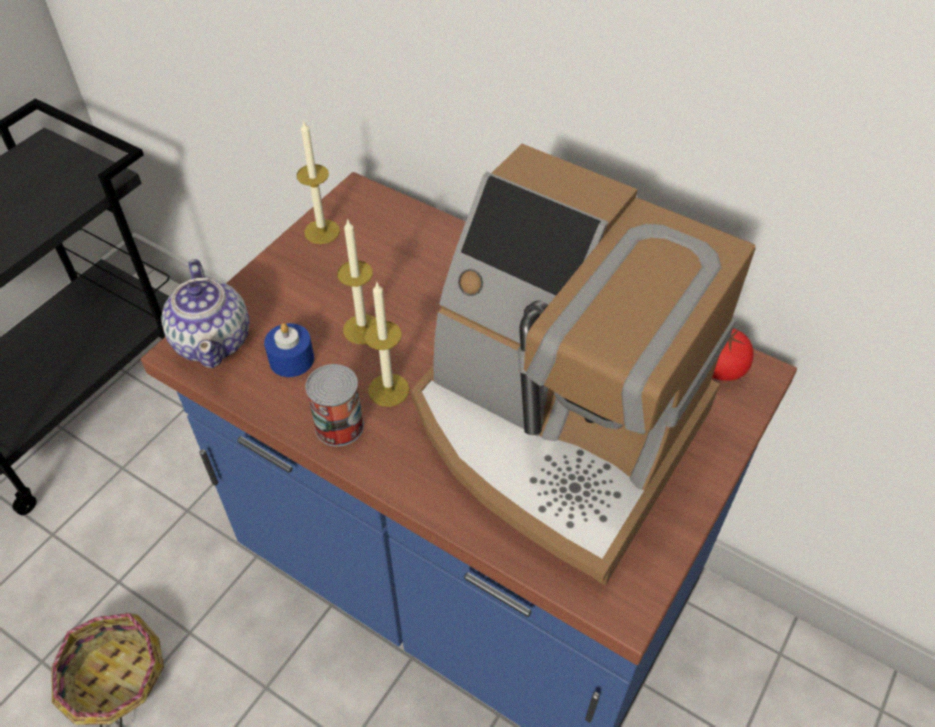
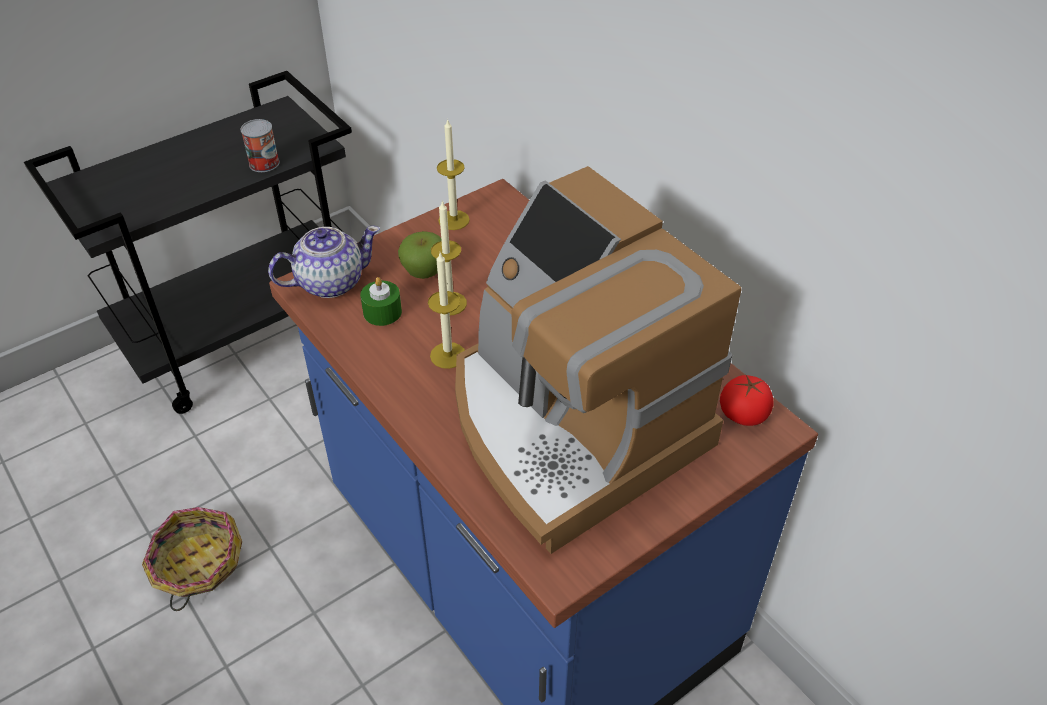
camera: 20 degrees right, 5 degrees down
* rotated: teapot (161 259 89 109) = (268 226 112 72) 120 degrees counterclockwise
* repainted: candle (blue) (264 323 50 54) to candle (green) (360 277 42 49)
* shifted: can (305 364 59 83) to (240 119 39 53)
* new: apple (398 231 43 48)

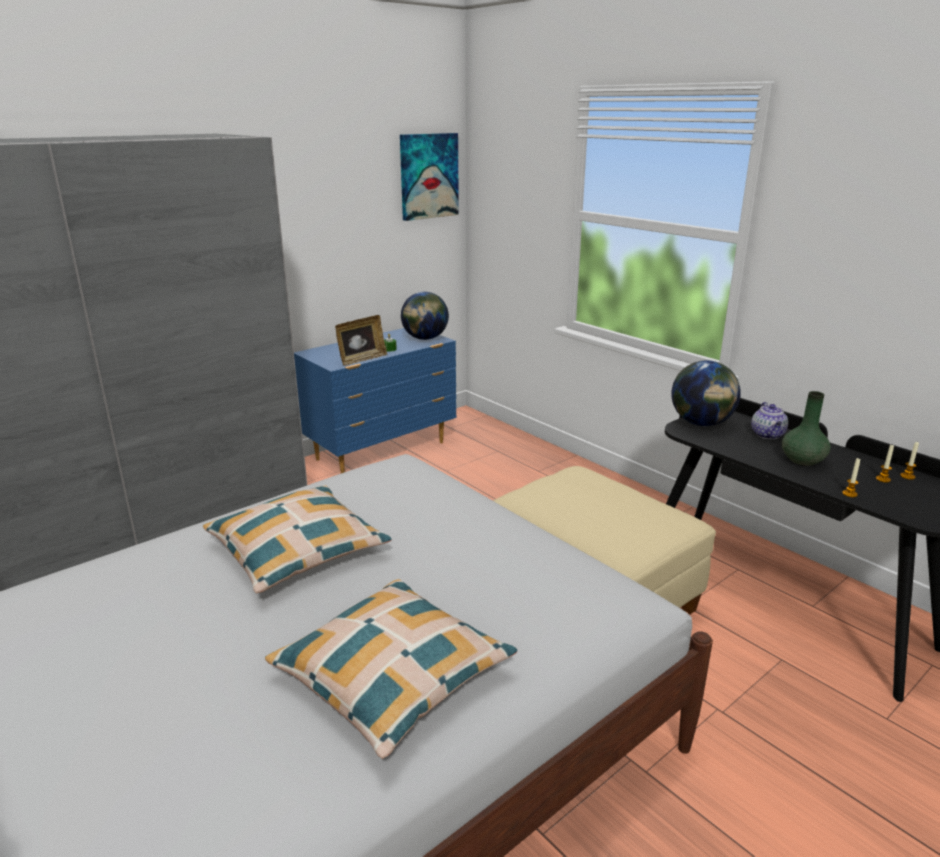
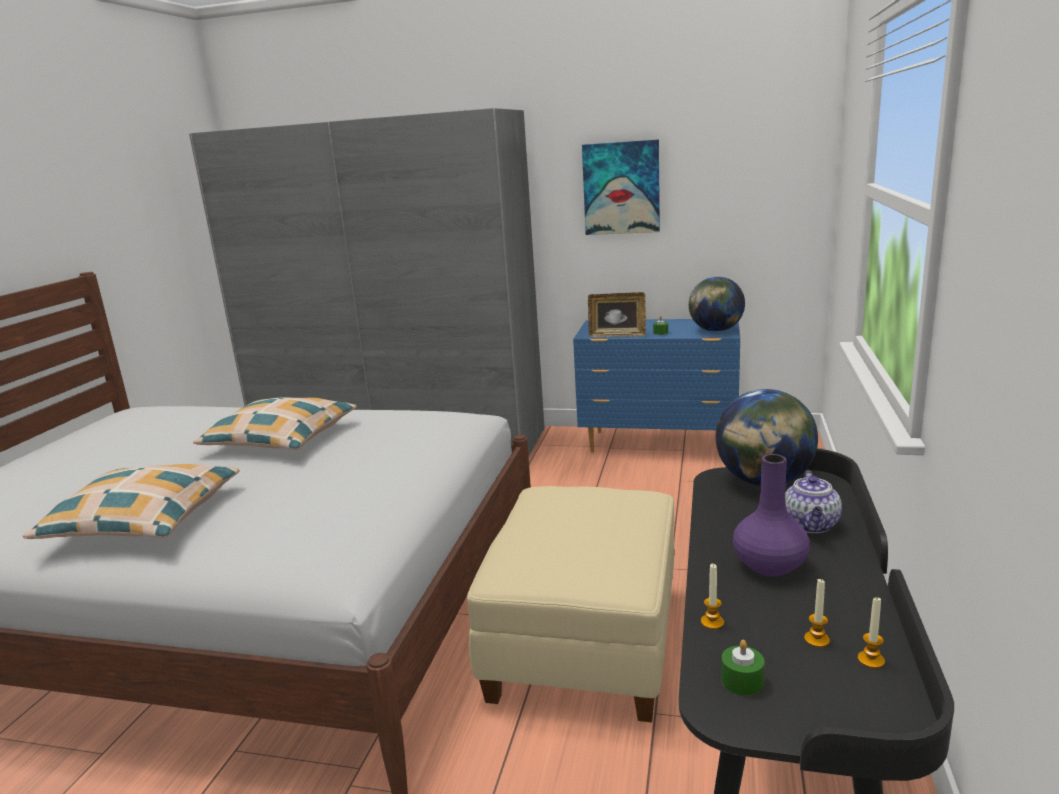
camera: 55 degrees right, 5 degrees down
* shifted: picture (400 133 59 88) to (582 139 78 96)
* rotated: teapot (751 402 37 37) = (785 471 57 62) 45 degrees counterclockwise
* repainted: vase (green) (782 391 49 75) to vase (purple) (733 454 77 123)
* new: candle (green) (721 640 43 56)

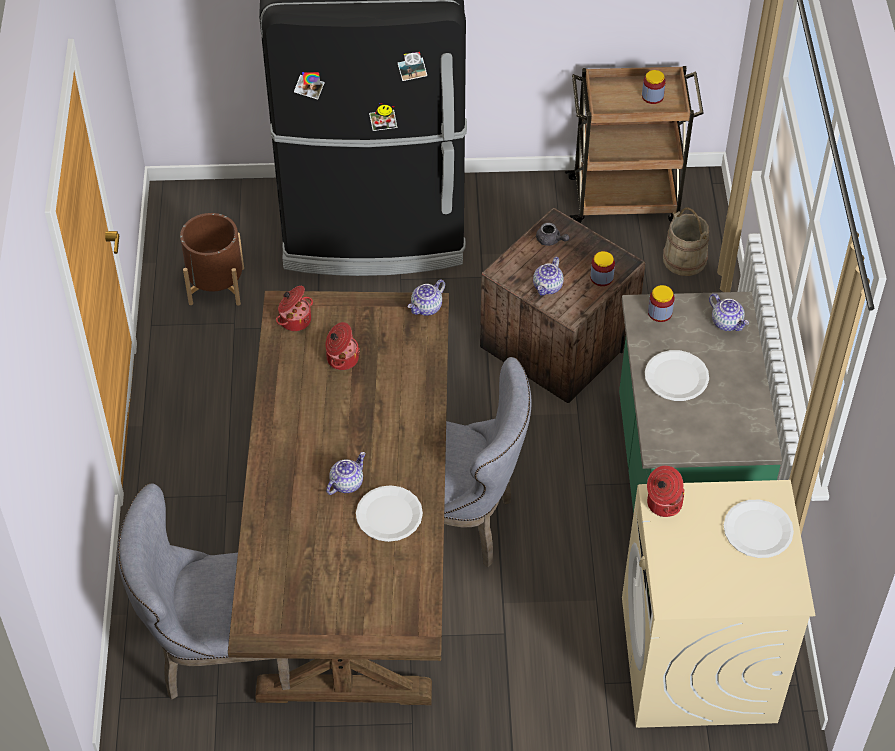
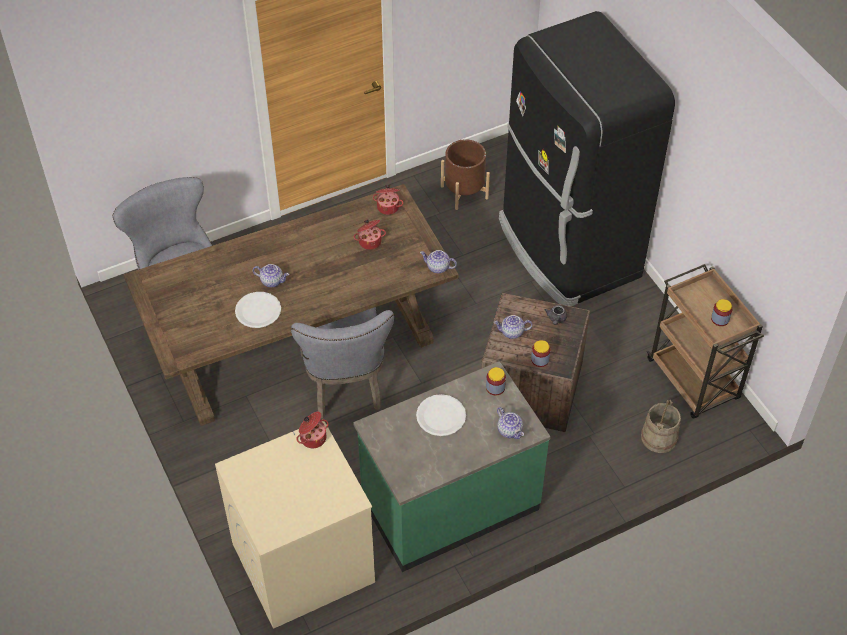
camera: 65 degrees right, 0 degrees up
* rotated: teapot (709 293 40 38) = (497 407 27 32) 60 degrees counterclockwise
* gone: plate (white) (724 500 70 58)

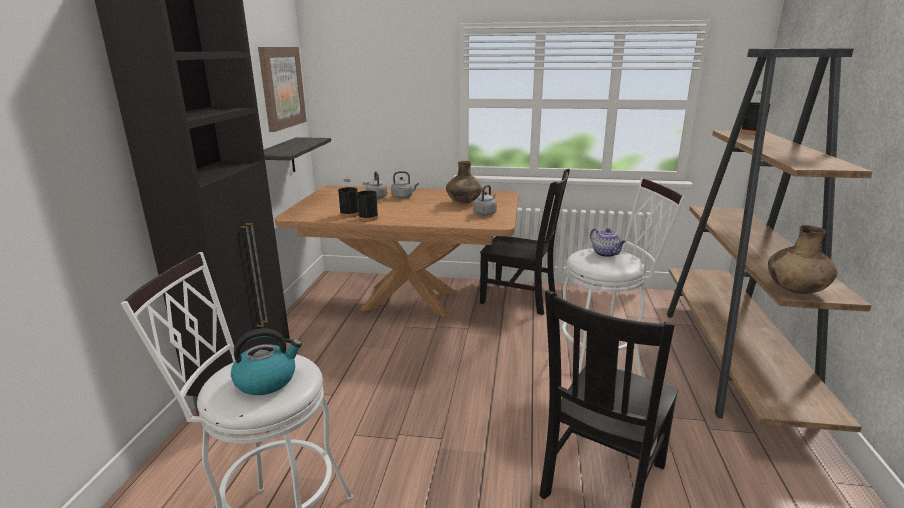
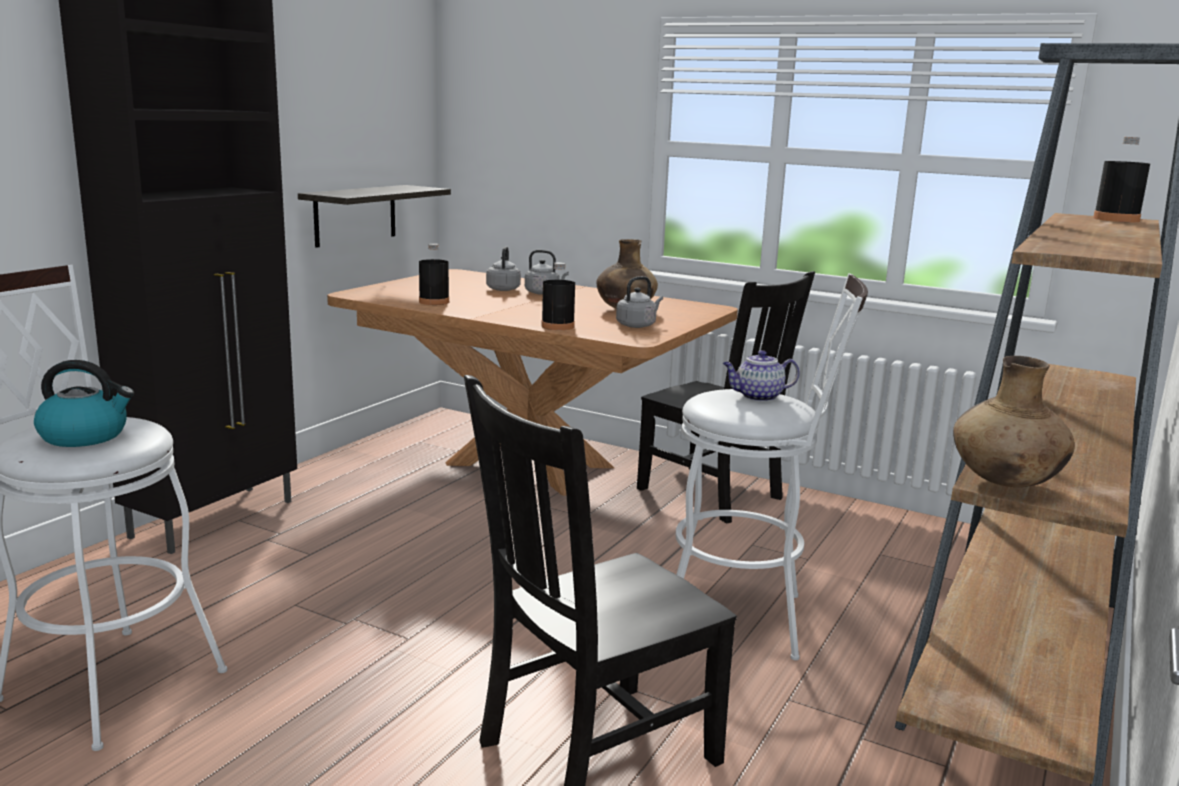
camera: 20 degrees right, 5 degrees down
* gone: picture (258 47 49 85)
* shifted: bottle (black) (357 181 21 41) to (541 262 34 68)
* rotated: teapot (590 228 36 29) = (723 350 77 52) 90 degrees clockwise

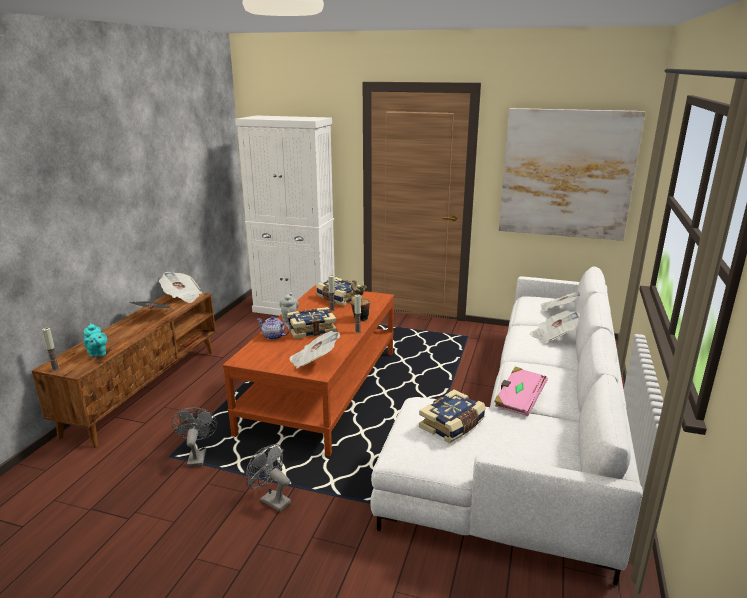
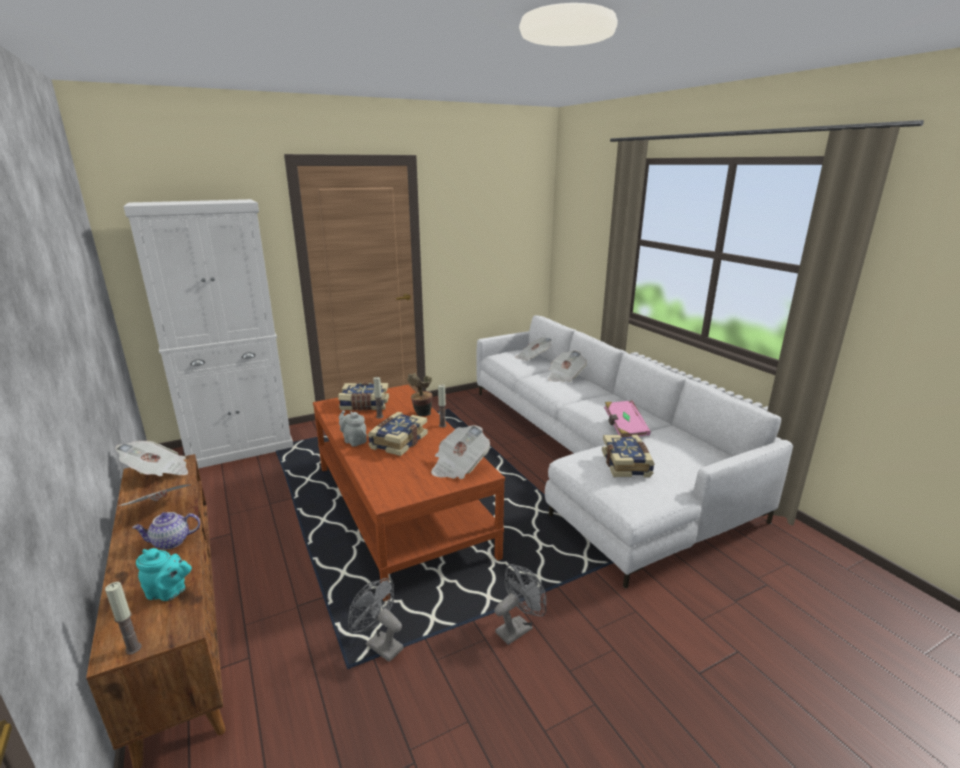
camera: 45 degrees left, 0 degrees up
* rotated: fan (grey) (246 444 45 68) = (494 564 52 81) 150 degrees clockwise
* shifted: teapot (257 316 32 24) to (132 512 68 37)
* gone: picture (499 108 146 133)

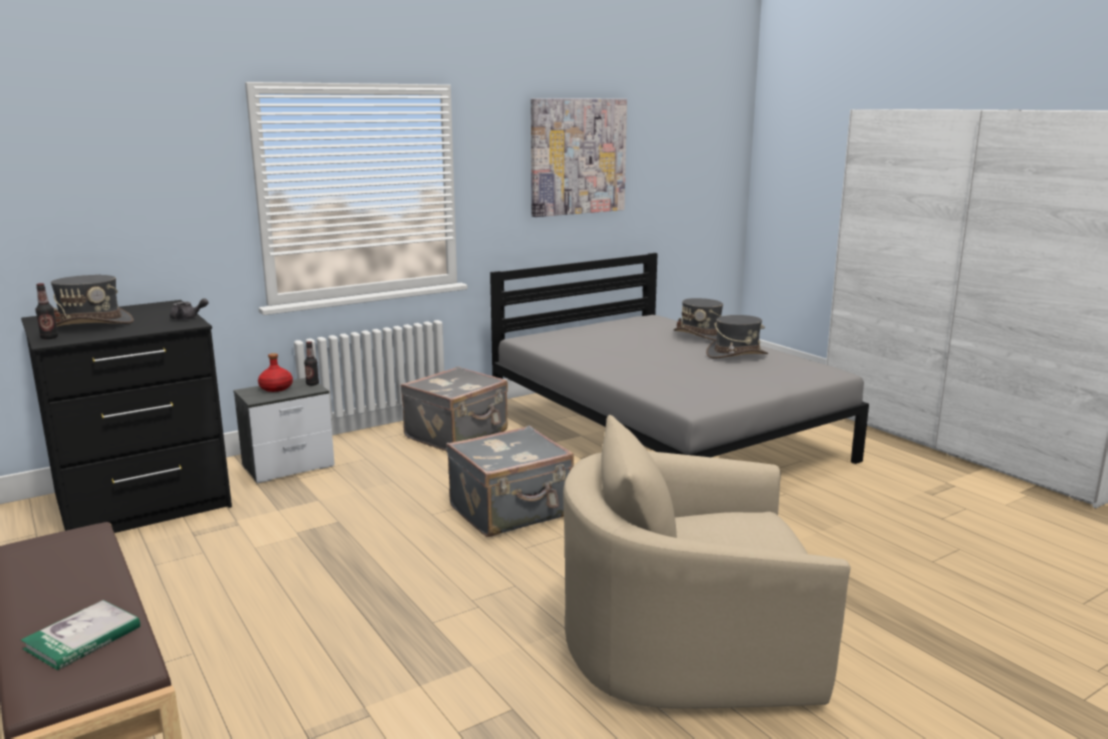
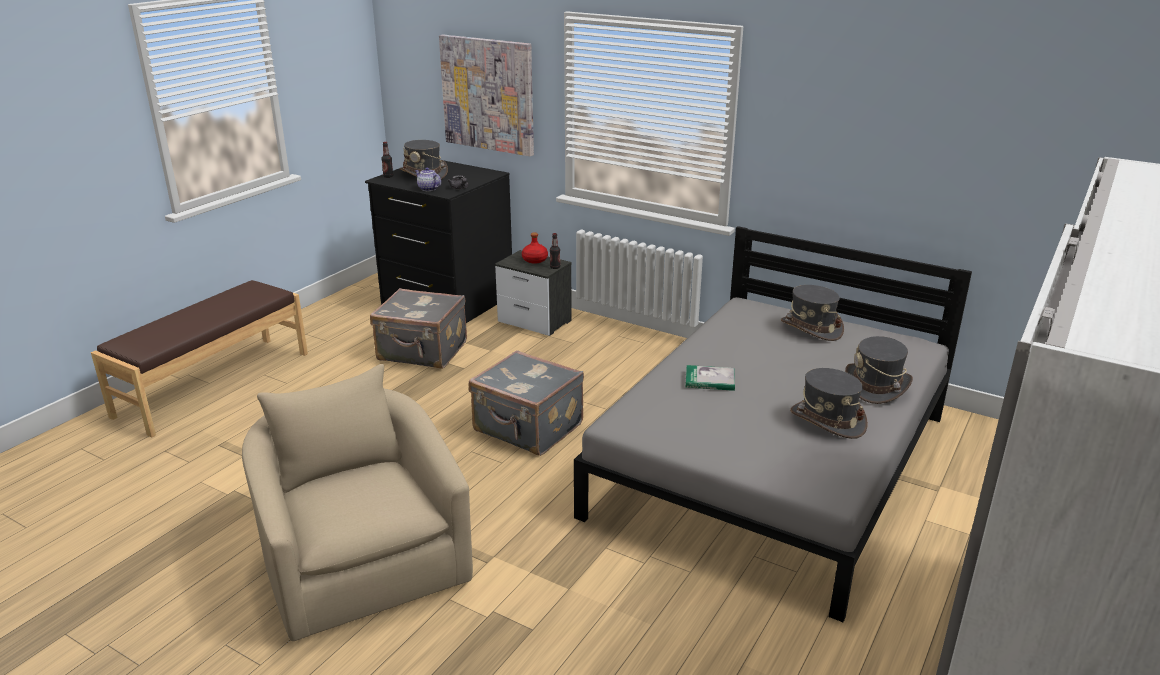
camera: 65 degrees right, 10 degrees up
* shifted: book (21 600 119 70) to (686 365 49 26)
* shifted: suitcase (grey) (400 366 108 85) to (370 288 97 80)
* shifted: picture (531 98 96 119) to (439 35 95 121)
* new: teapot (415 168 26 23)
* new: hat (grey) (781 285 63 56)

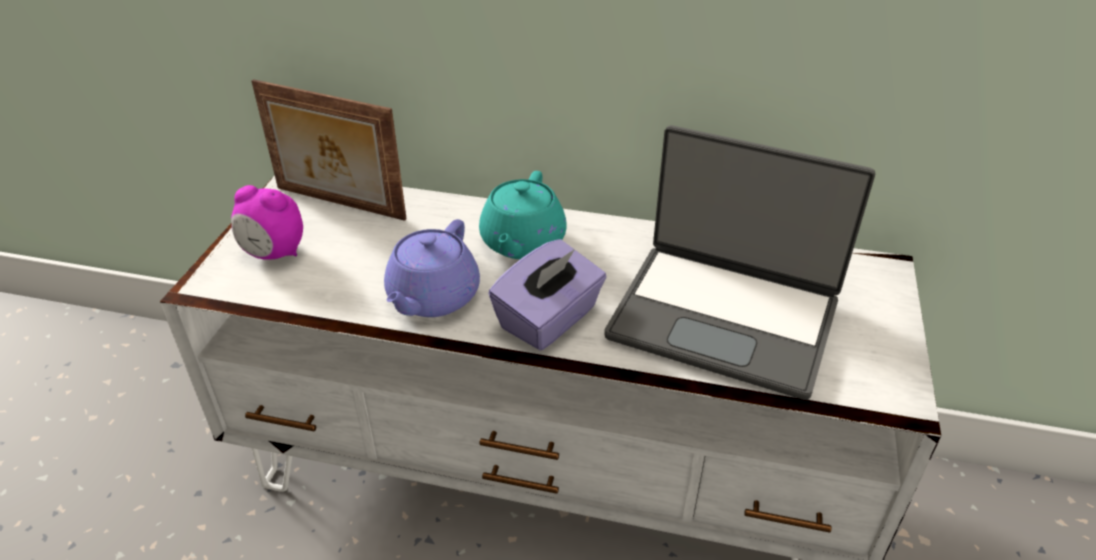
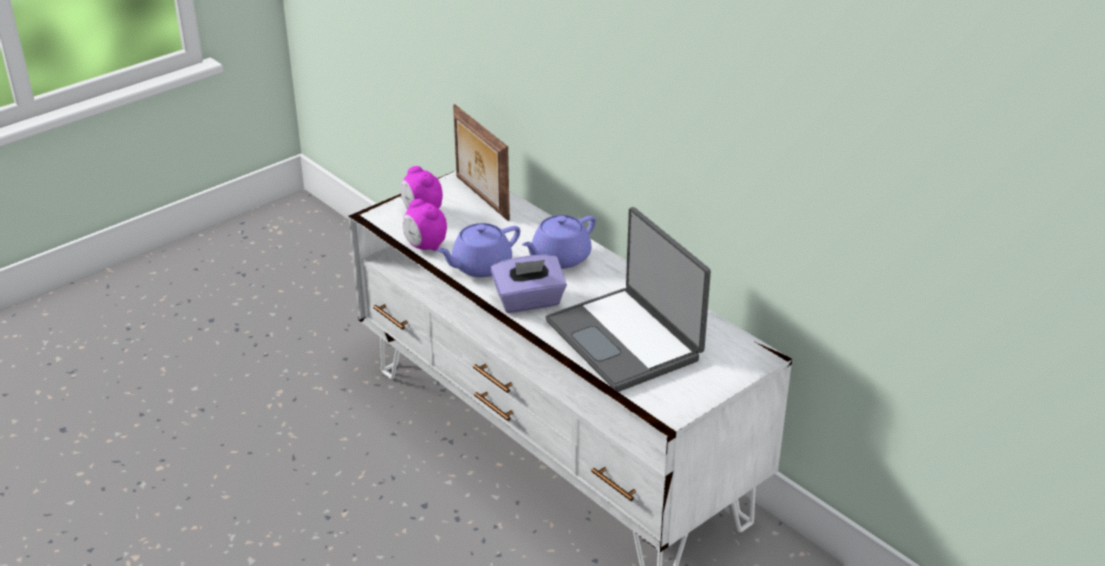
camera: 35 degrees right, 5 degrees down
* repainted: teapot (turquoise) (479 171 88 88) to teapot (purple) (522 215 74 54)
* new: alarm clock (403 199 44 53)

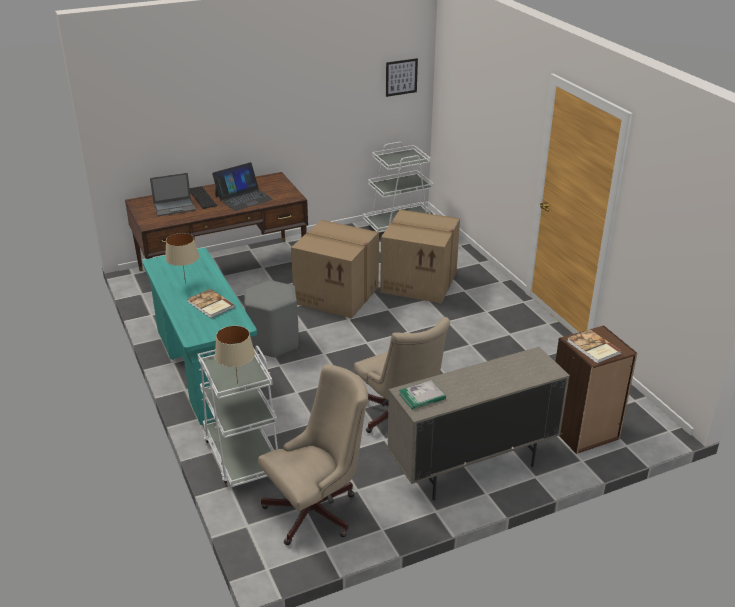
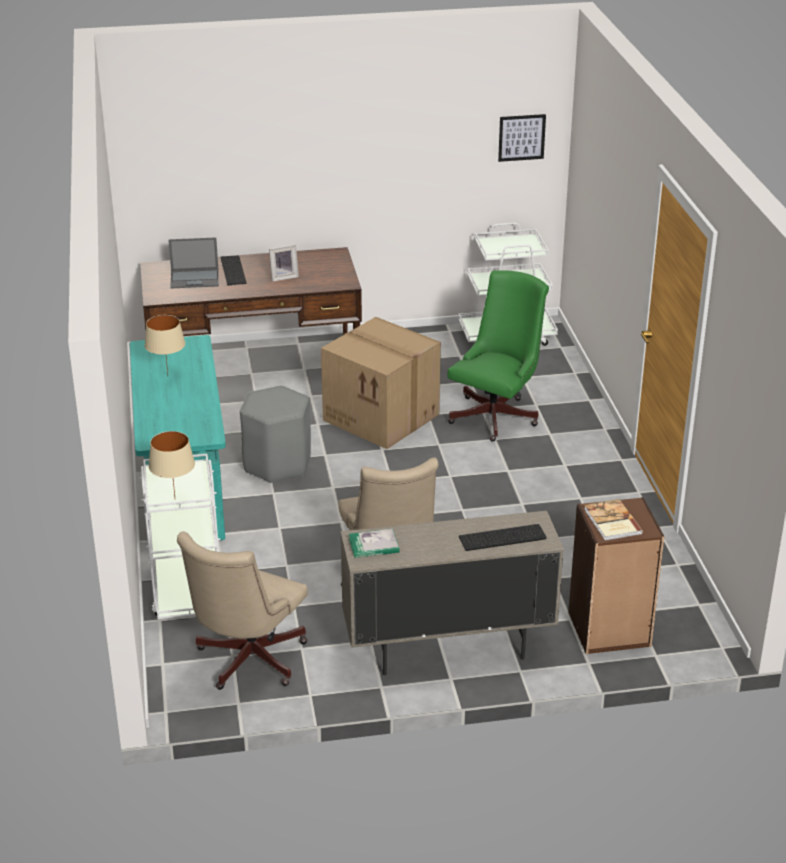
camera: 15 degrees right, 0 degrees up
* gone: book (188 289 47 29)
* swapped: laptop (212 162 61 49) to picture frame (269 244 30 38)
* rotated: office chair (beige) (258 364 111 181) = (177 531 131 159) 135 degrees clockwise
* swapped: cardboard box (380 209 80 94) to office chair (green) (447 270 102 172)
* new: keyboard (459 524 88 27)

